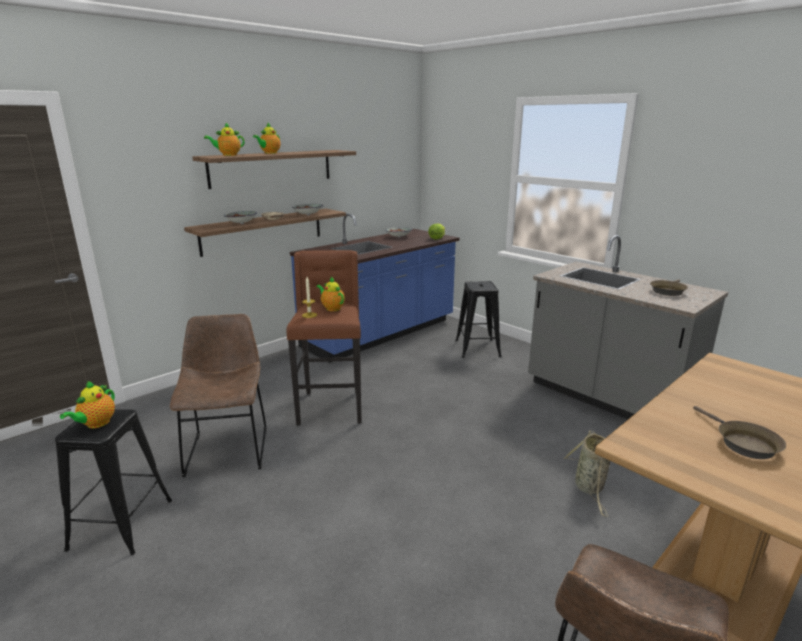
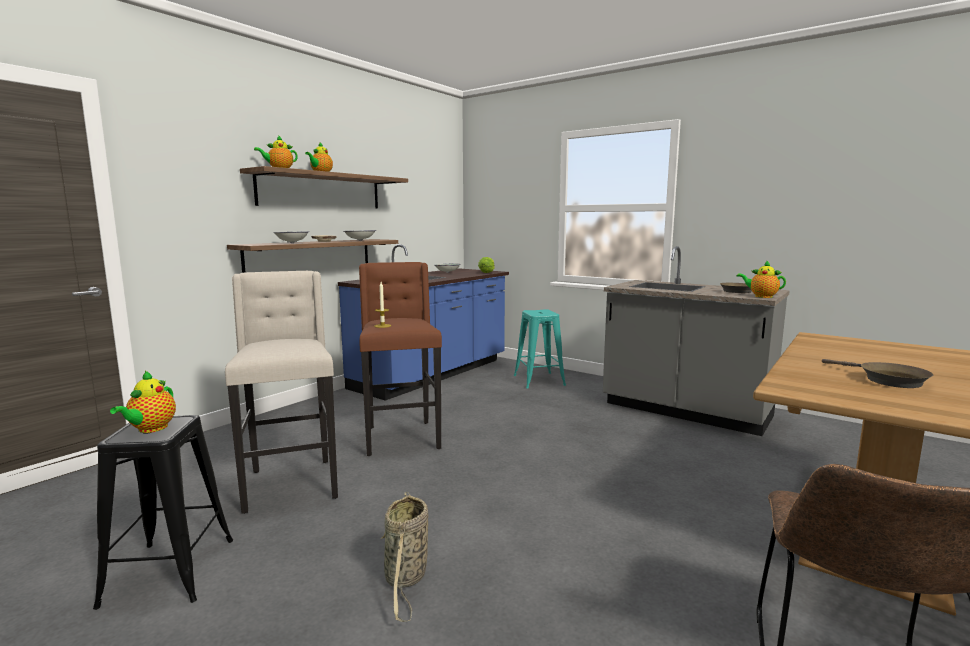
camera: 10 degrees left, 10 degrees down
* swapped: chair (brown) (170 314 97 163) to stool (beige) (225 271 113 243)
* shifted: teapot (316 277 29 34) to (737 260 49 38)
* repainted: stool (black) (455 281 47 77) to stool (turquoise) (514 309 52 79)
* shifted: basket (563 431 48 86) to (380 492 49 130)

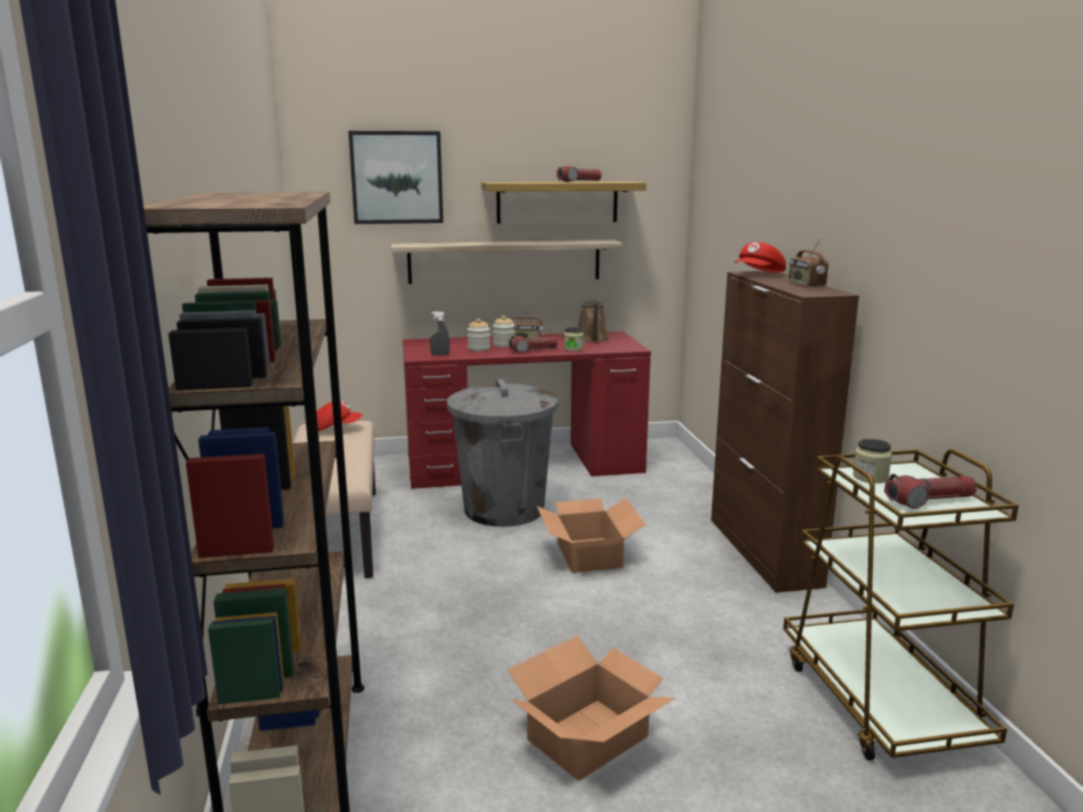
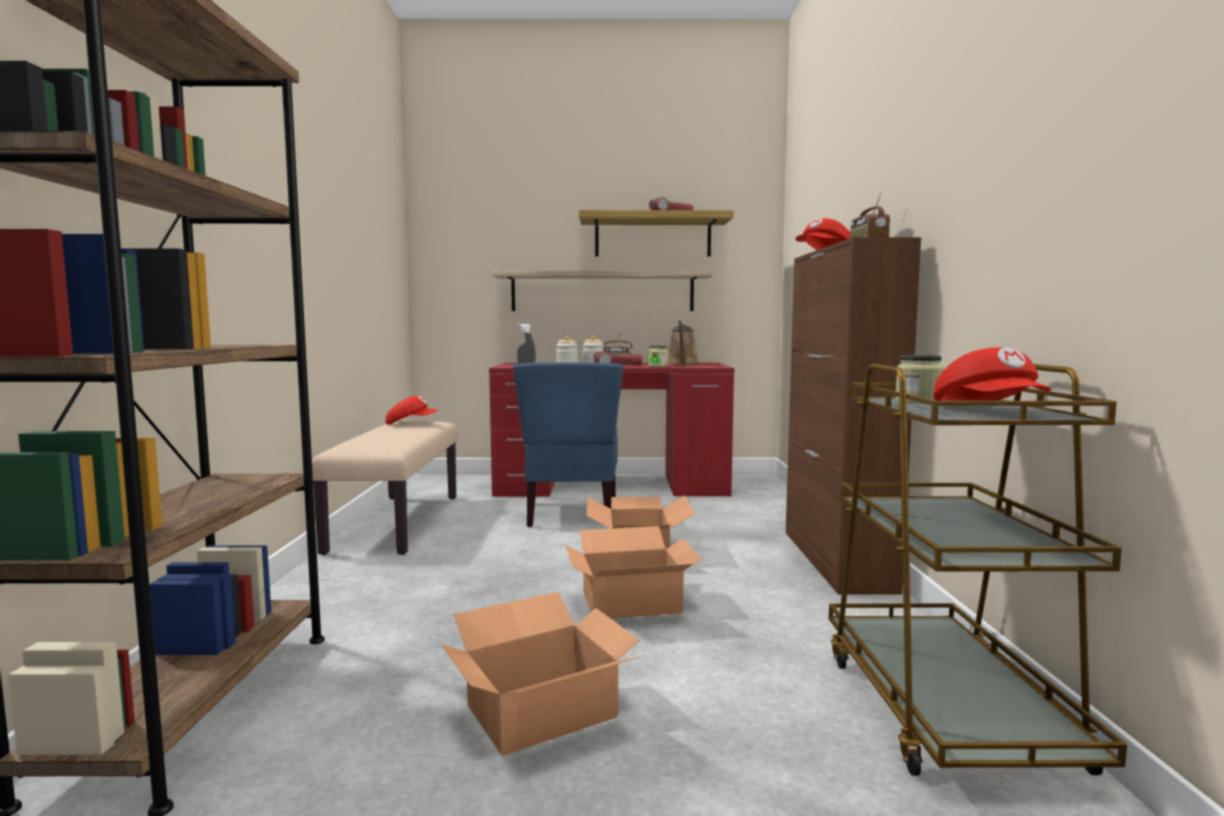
camera: 10 degrees right, 10 degrees down
* gone: picture (348 131 95 93)
* swapped: trash can (grey) (447 379 111 148) to chair (blue) (513 362 110 165)
* swapped: flashlight (884 474 93 35) to cap (red) (933 347 118 54)
* new: cardboard box (565 526 137 93)

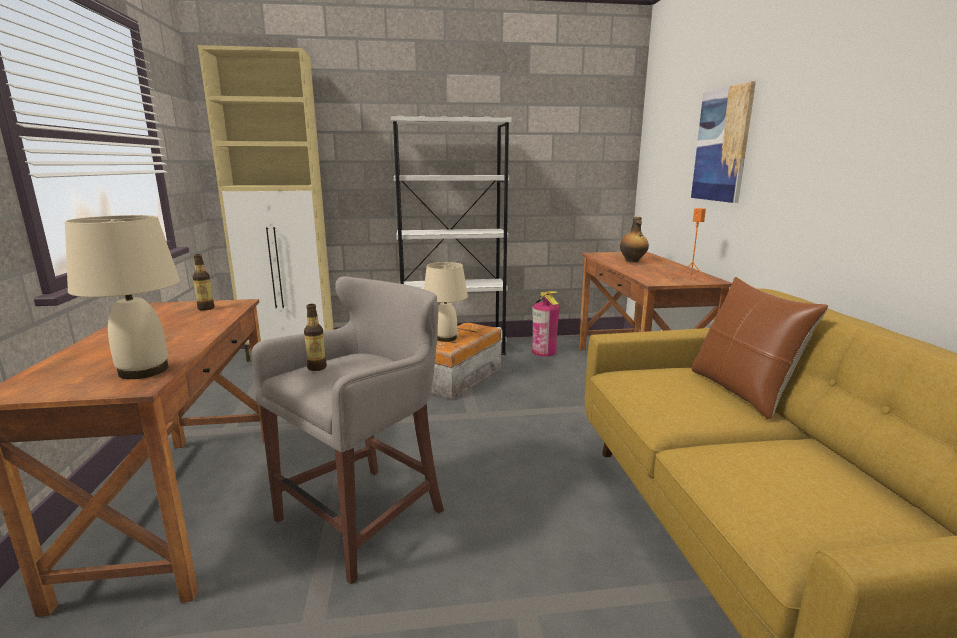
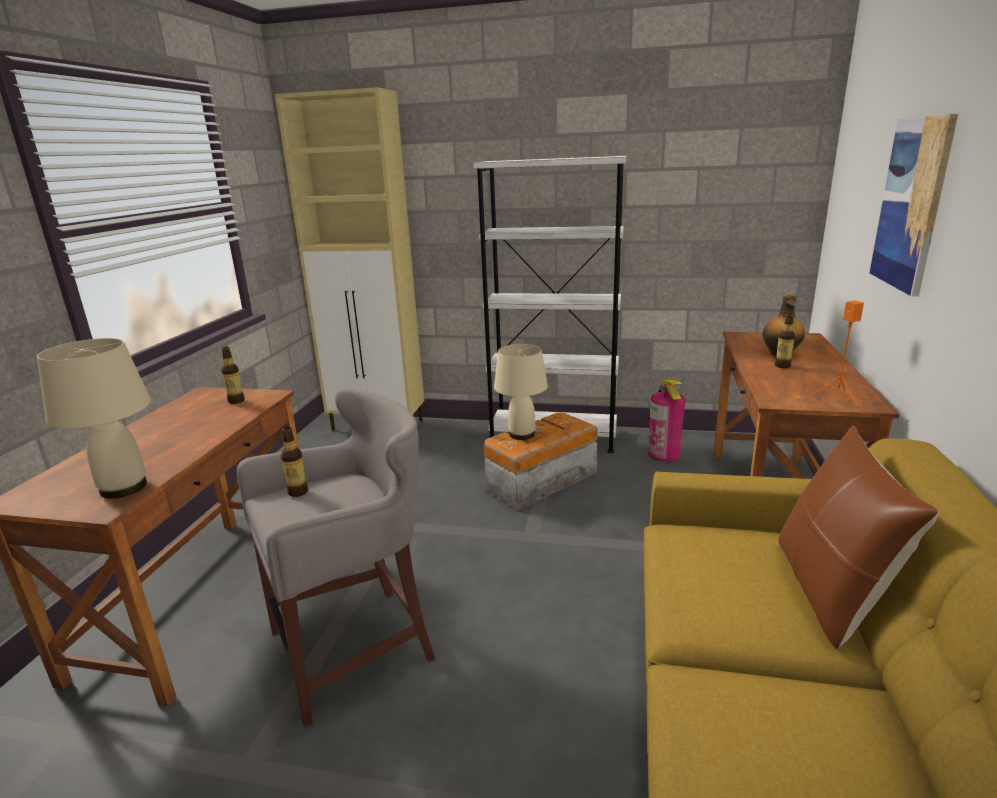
camera: 20 degrees right, 5 degrees up
* new: bottle (775 313 20 55)

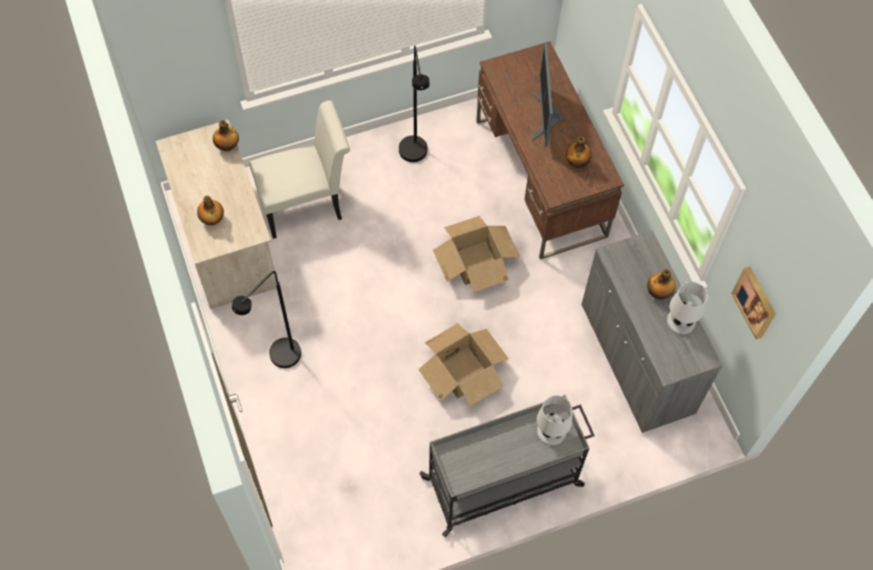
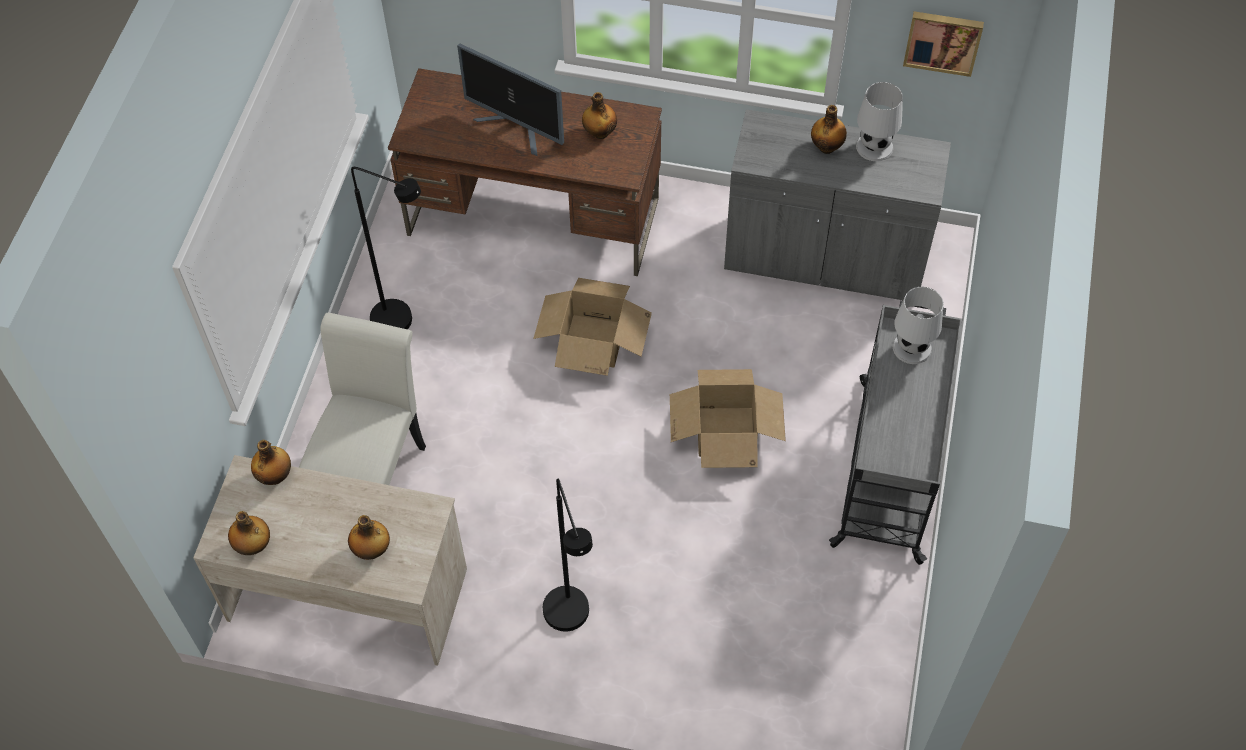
camera: 55 degrees left, 5 degrees down
* new: bottle (228 511 42 44)

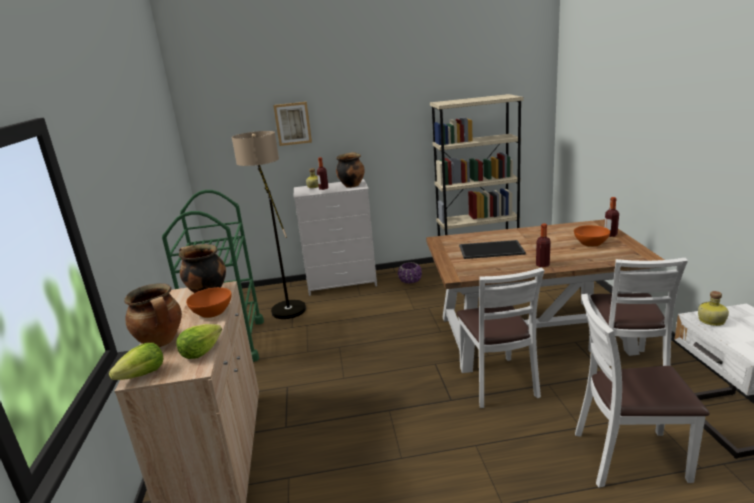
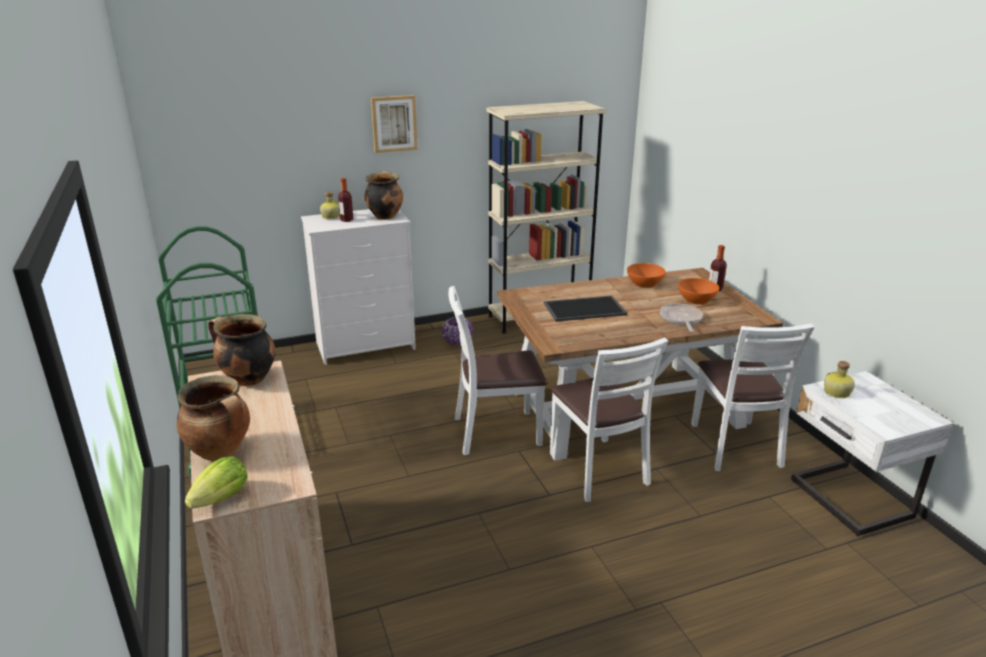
camera: 15 degrees left, 5 degrees up
* gone: lettuce (177 324 45 35)
* shifted: bowl (orange) (186 287 45 31) to (627 263 39 25)
* gone: floor lamp (232 131 74 188)
* shifted: picture (273 102 39 44) to (371 95 47 58)
* gone: bottle (536 223 15 44)
* shifted: chair (white) (575 294 135 194) to (448 286 99 170)
* new: frying pan (660 304 43 28)

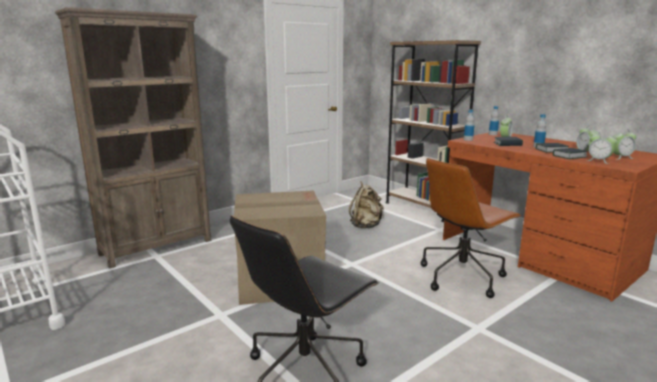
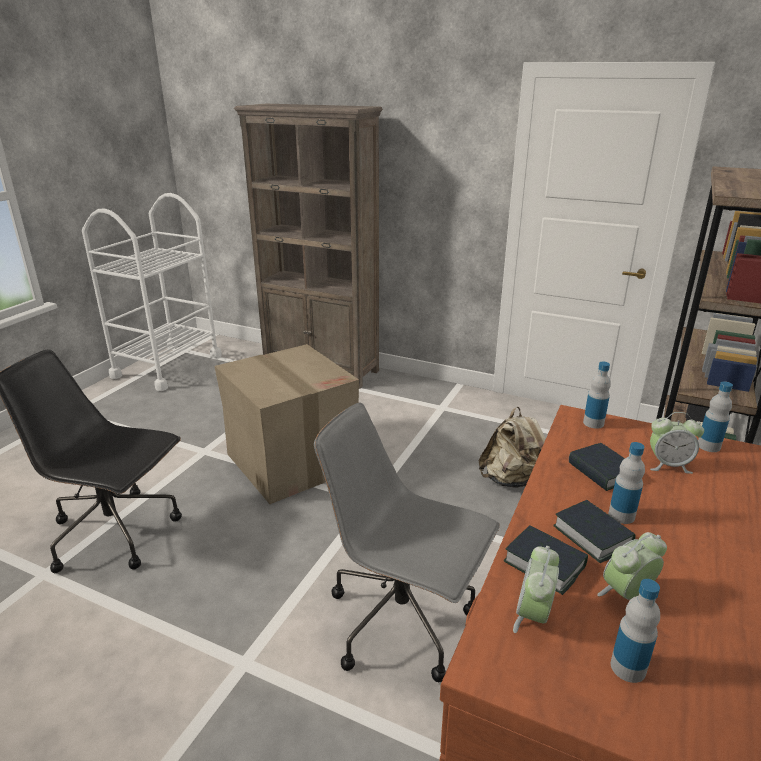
camera: 65 degrees right, 10 degrees up
* repainted: office chair (brown) (421 158 100 140) to office chair (grey) (314 403 186 280)
* swapped: alarm clock (613 129 23 31) to bottle (611 579 49 104)

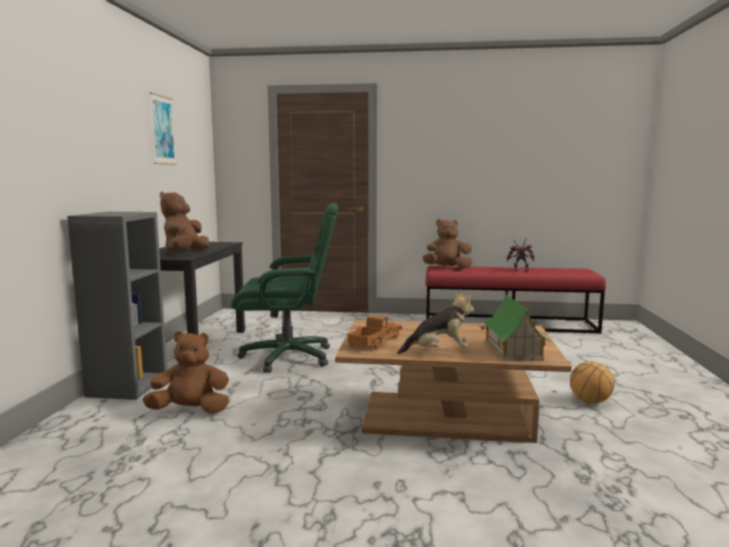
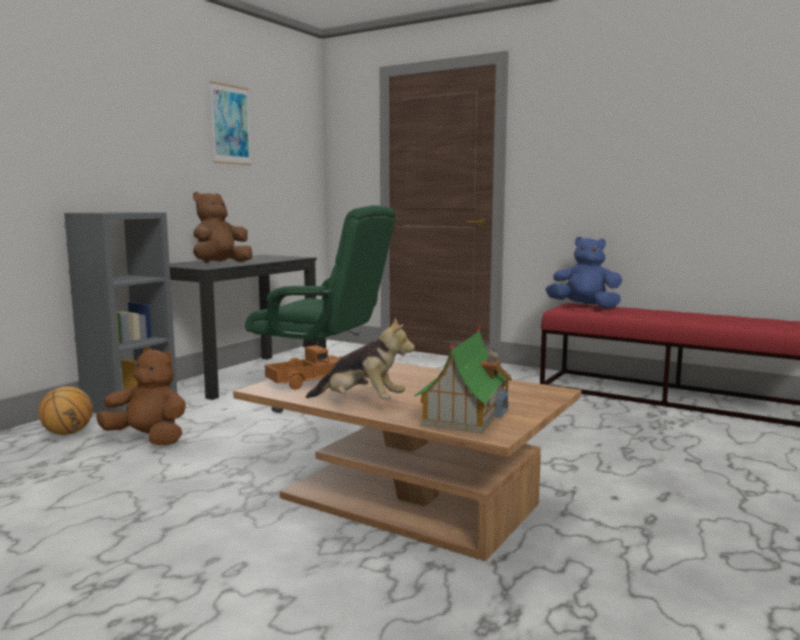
camera: 25 degrees right, 0 degrees up
* repainted: plush toy (brown) (423 219 49 49) to plush toy (blue) (545 237 77 72)
* gone: toy robot (507 238 27 34)
* shifted: basketball (570 361 45 43) to (38 386 55 49)

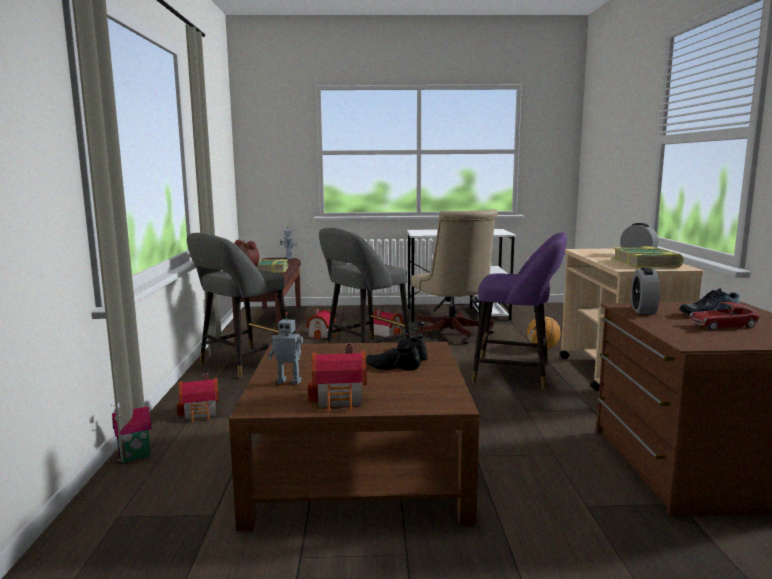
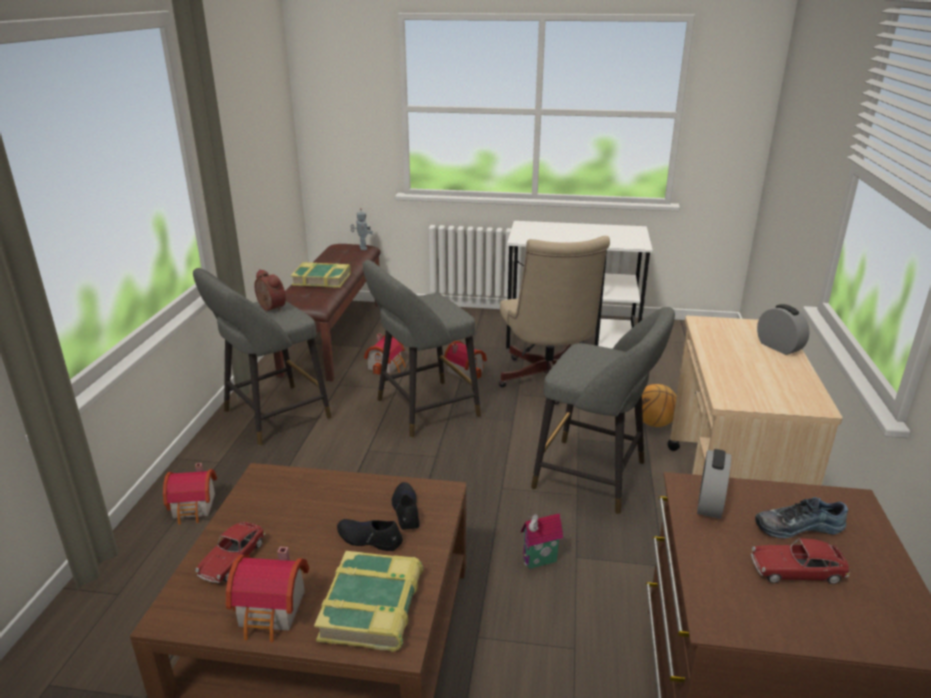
camera: 10 degrees right, 15 degrees up
* shifted: toy house (111 402 41 61) to (520 513 43 56)
* swapped: toy robot (268 312 35 73) to toy car (195 522 70 61)
* repainted: stool (purple) (472 232 95 158) to stool (grey) (531 307 144 207)
* shifted: book (612 246 72 22) to (314 551 109 101)

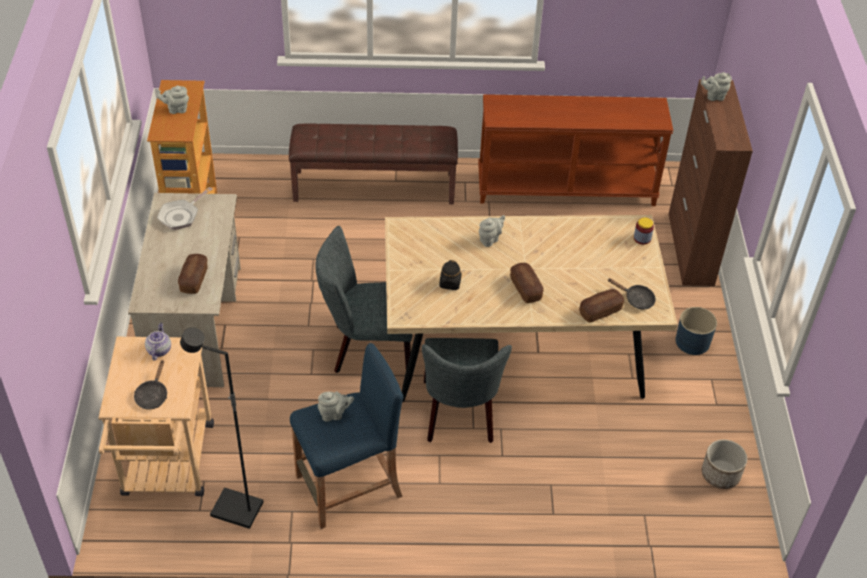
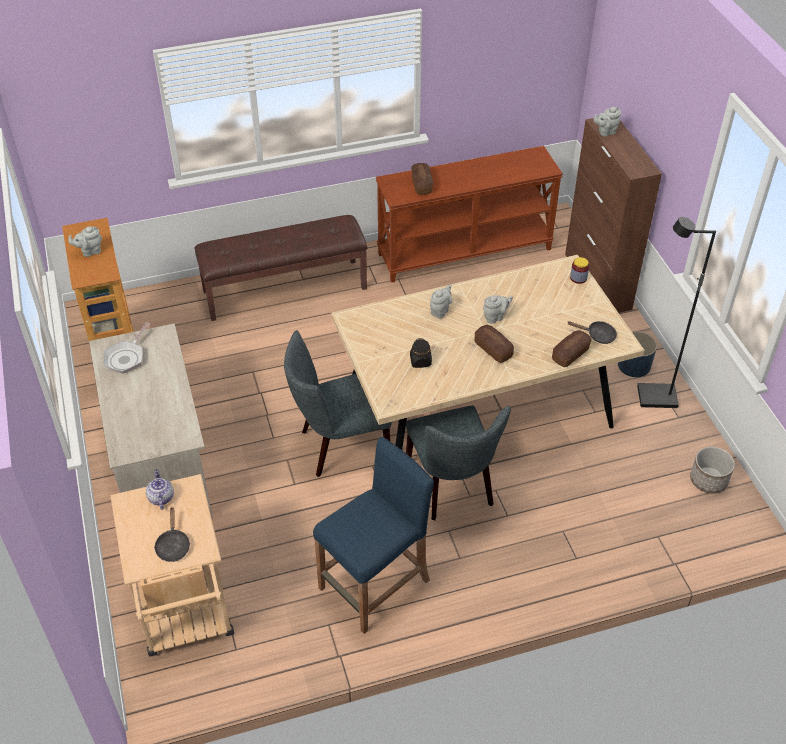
camera: 15 degrees left, 0 degrees up
* shifted: bread (178 254 30 40) to (411 163 22 32)
* shifted: floor lamp (black) (180 327 84 202) to (637 217 79 191)
* shifted: teapot (grey) (318 392 36 30) to (483 295 30 29)

